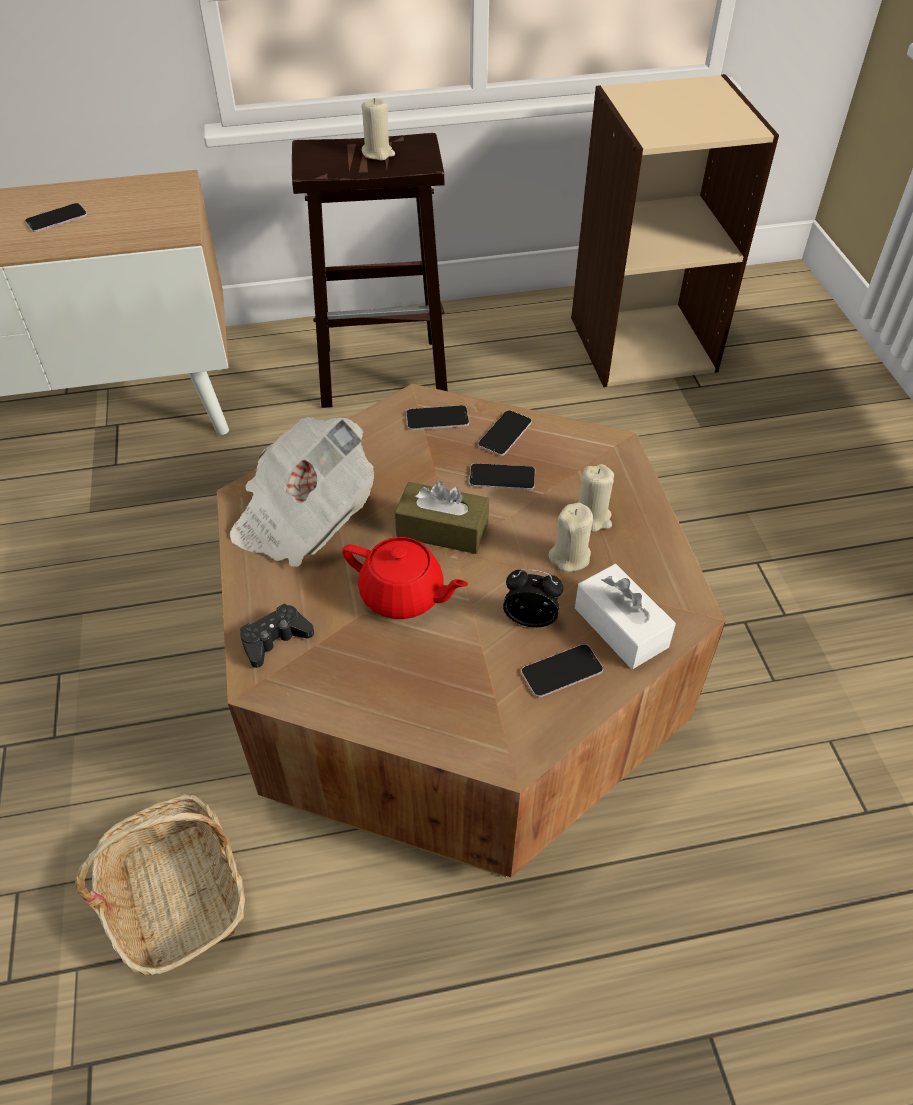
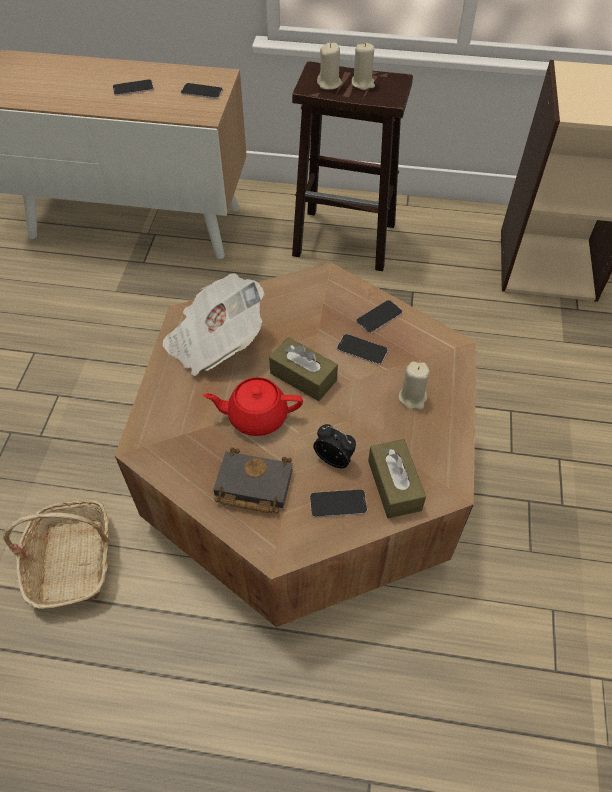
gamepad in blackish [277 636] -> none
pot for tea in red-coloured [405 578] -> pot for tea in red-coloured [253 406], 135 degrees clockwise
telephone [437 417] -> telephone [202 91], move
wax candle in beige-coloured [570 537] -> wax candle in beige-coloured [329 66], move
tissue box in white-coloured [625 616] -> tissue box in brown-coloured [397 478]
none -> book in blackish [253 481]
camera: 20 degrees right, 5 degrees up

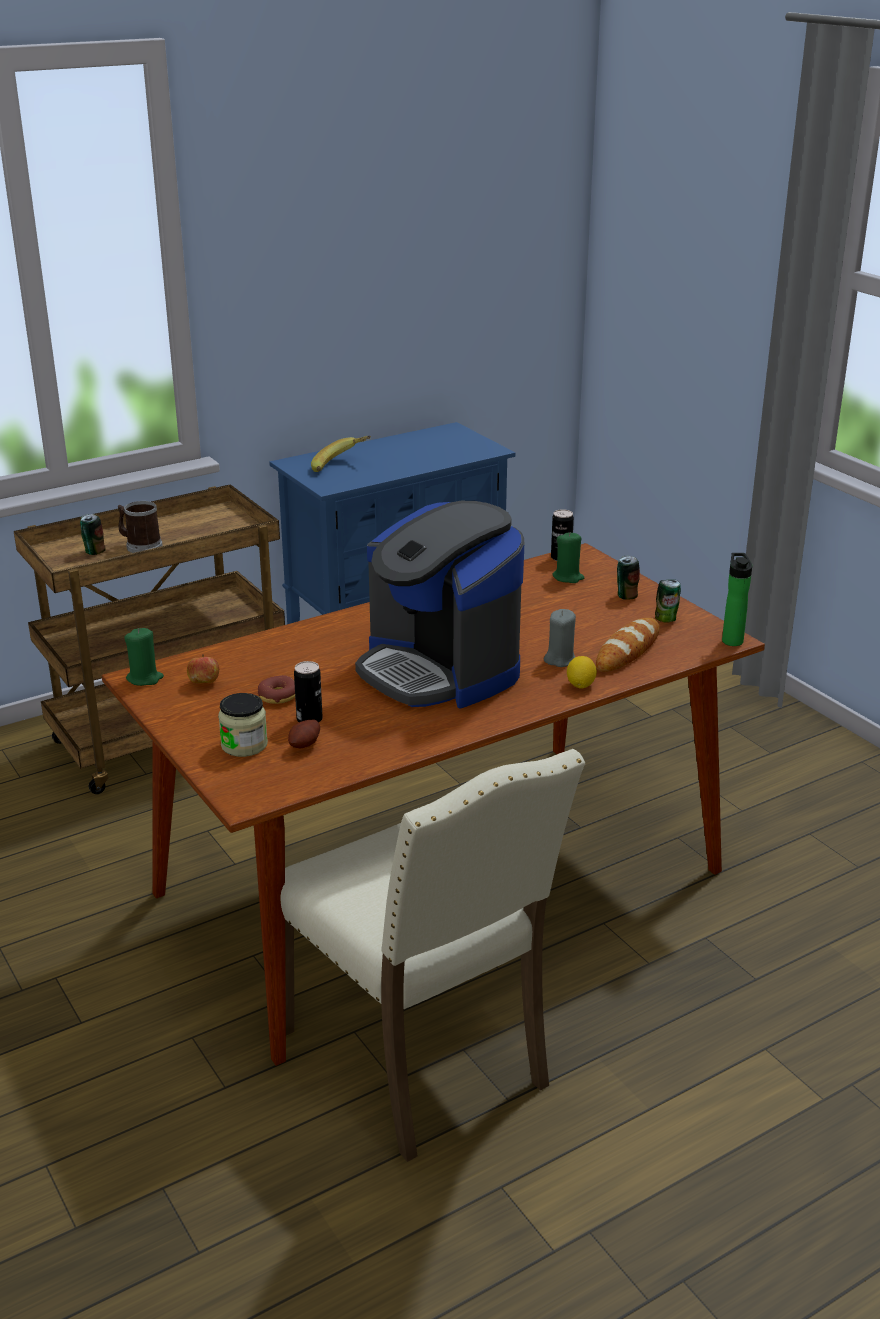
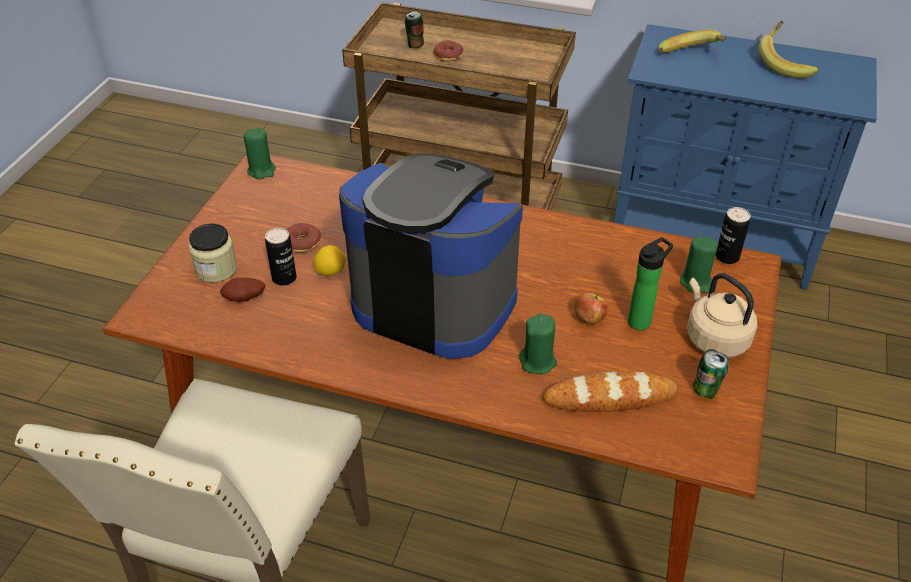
coffee mug [140 527] -> ring doughnut [448 51]
apple [203 668] -> apple [591 308], move
coffee brewer [439 604] -> coffee brewer [431 256], 105 degrees clockwise
wax candle in greyish [560 638] -> wax candle in green [538 344]
citrus fruit [582 672] -> citrus fruit [329 260], move
metal can [628 578] -> water kettle in beige-coloured [722 315]
bottle [737 599] -> bottle [650 283], move
none -> whole banana [788 49]
camera: 50 degrees right, 15 degrees up

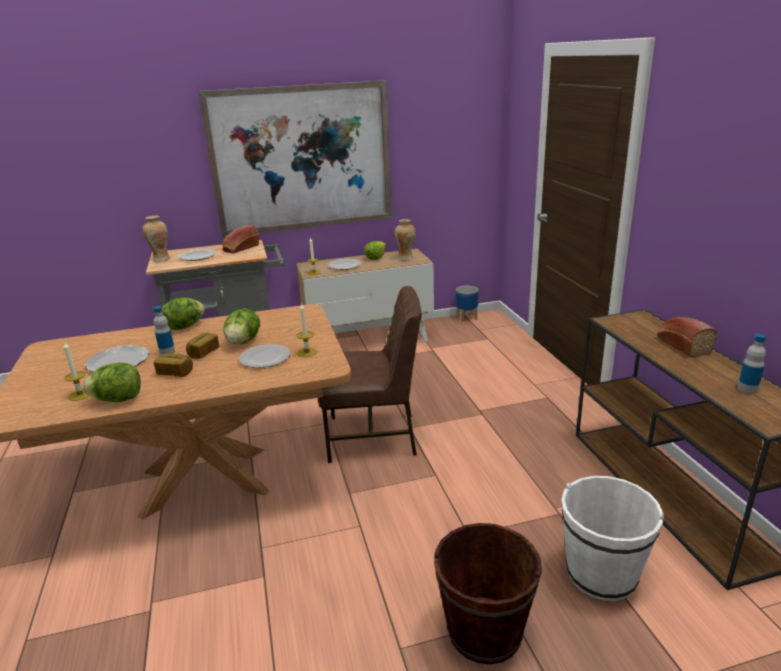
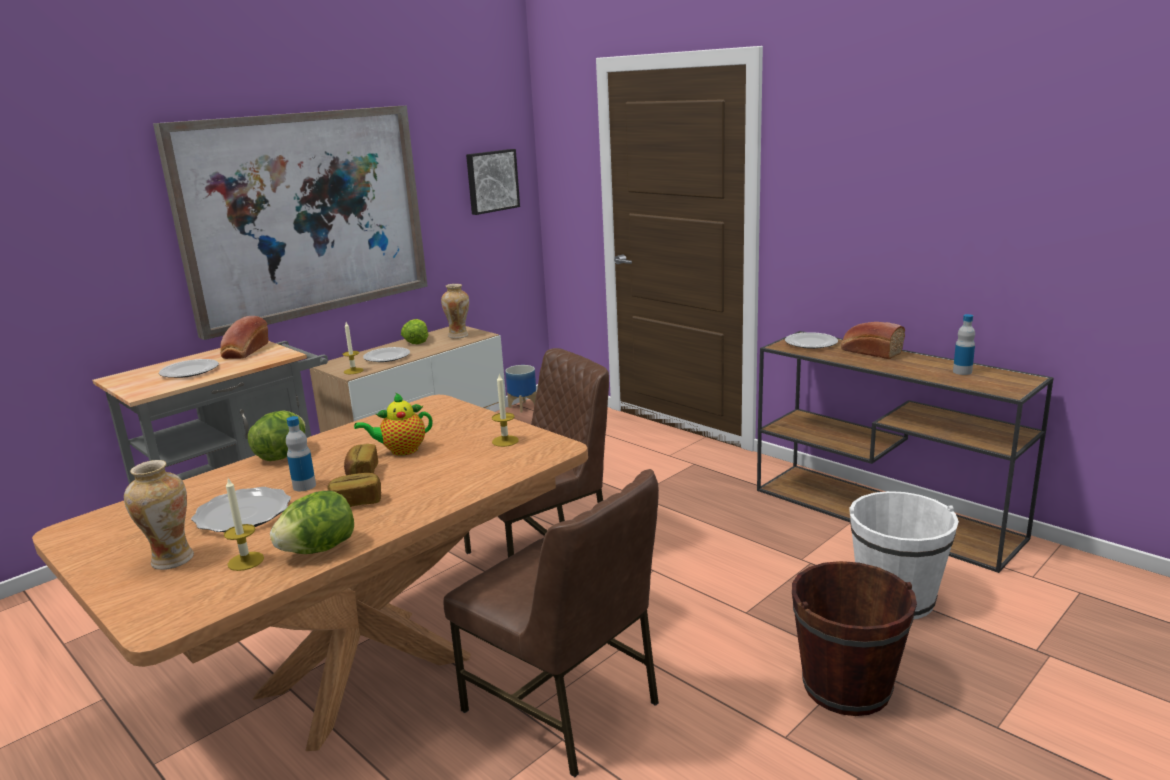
vase [156 239] -> vase [159 515], move
lettuce [241 326] -> pot for tea [393 424]
flat dish [264 356] -> flat dish [811 340], move
none -> chair in brown-coloured [551 623]
none -> wall picture [493 182]
camera: 30 degrees left, 5 degrees down

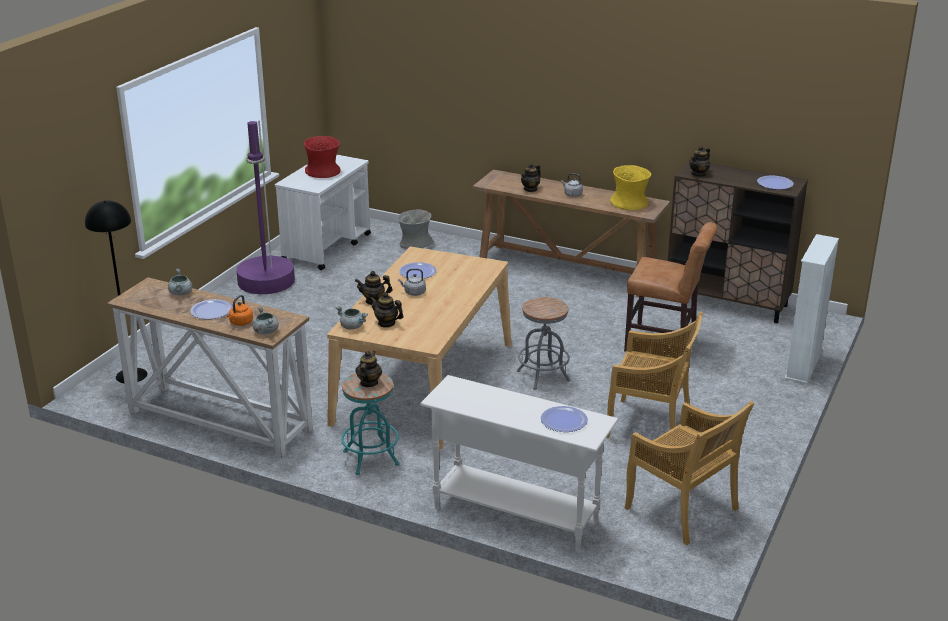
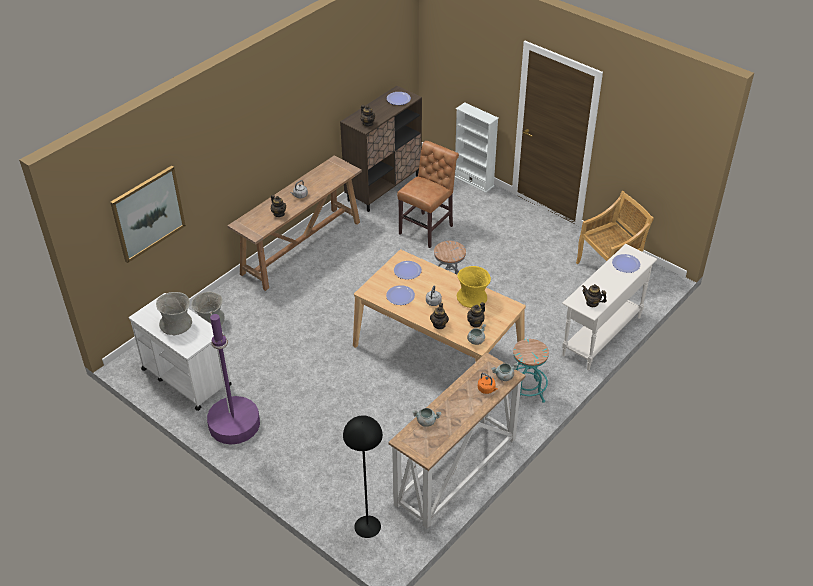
flat dish [211 309] -> flat dish [408 270], move
vase in red-coloured [322 157] -> vase in greyish [174 313]
pot for tea [368 369] -> pot for tea [594 295], move
chair in beige-coloured [654 374] -> none
vase in yellow-coloured [630 187] -> vase in yellow-coloured [474 287], move
none -> wall picture [148 214]
camera: 75 degrees left, 15 degrees up

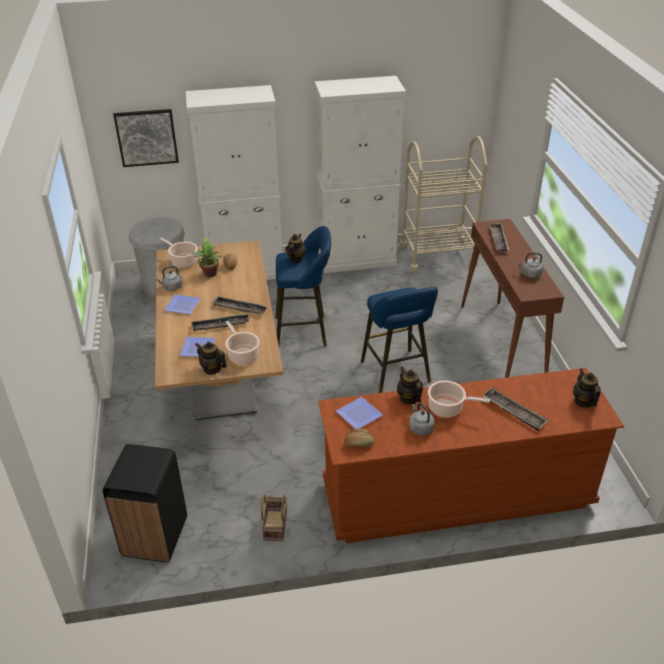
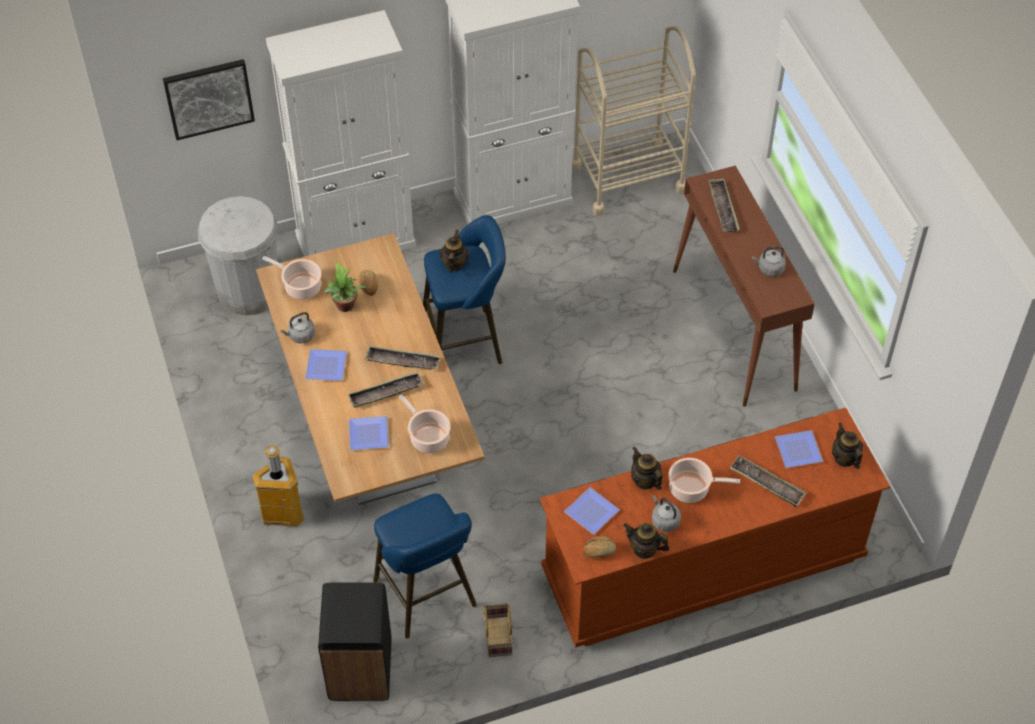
pot for tea [211 358] -> pot for tea [646 541], move
stool seat in blue [399 340] -> stool seat in blue [425 566], move
none -> rubbish bin [278 486]
none -> flat dish [799 449]
camera: 10 degrees left, 15 degrees up

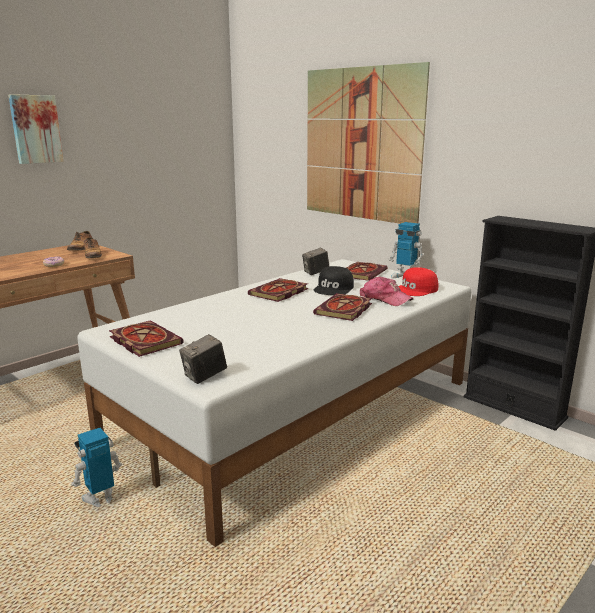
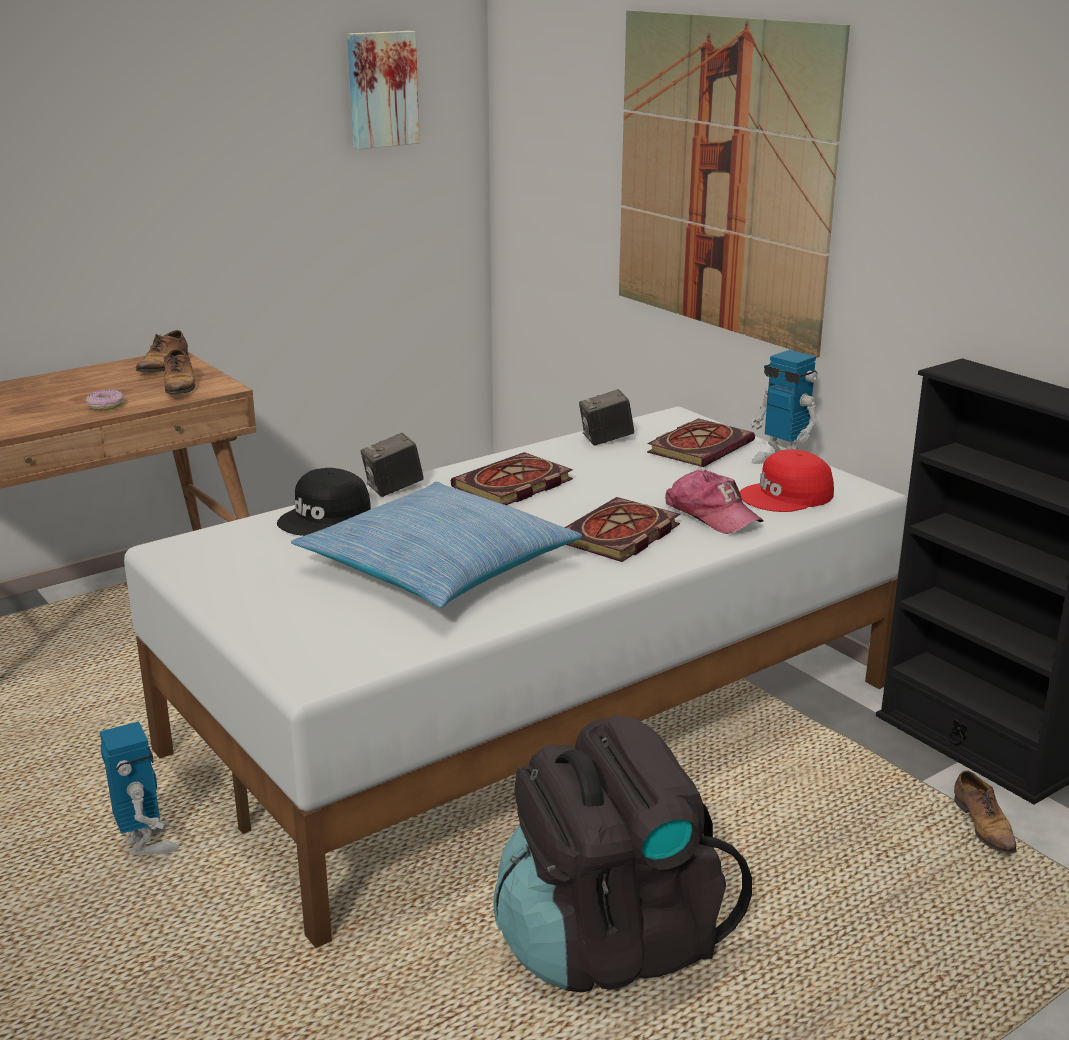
wall picture [36 129] -> wall picture [383 90], move
model robot [96 467] -> model robot [139 788], 90 degrees clockwise
book [146 338] -> none
still camera [203 359] -> still camera [392 465], move
cap in blackish [334 280] -> cap in blackish [324 502], move
none -> pillow [436 545]
none -> backpack in blackish [622 853]
none -> item of footwear [985 812]
camera: 10 degrees right, 5 degrees up

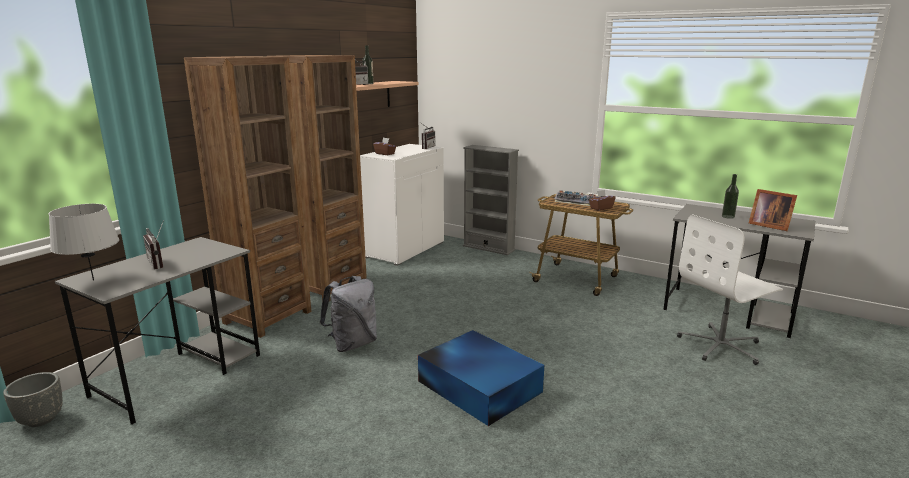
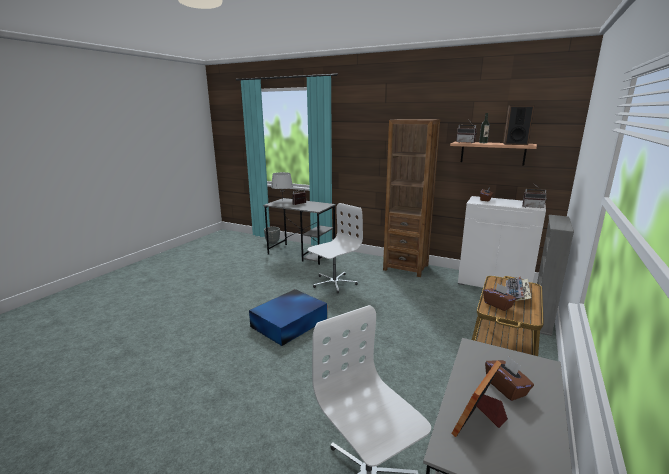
bookcase in brown-coloured [247 197] -> none
backpack in greyish [348 314] -> computer chair in white-coloured [335 248]
bottle [730 196] -> tissue box in brown-coloured [509 378]
none -> audio speaker [518 125]
camera: 85 degrees right, 0 degrees up

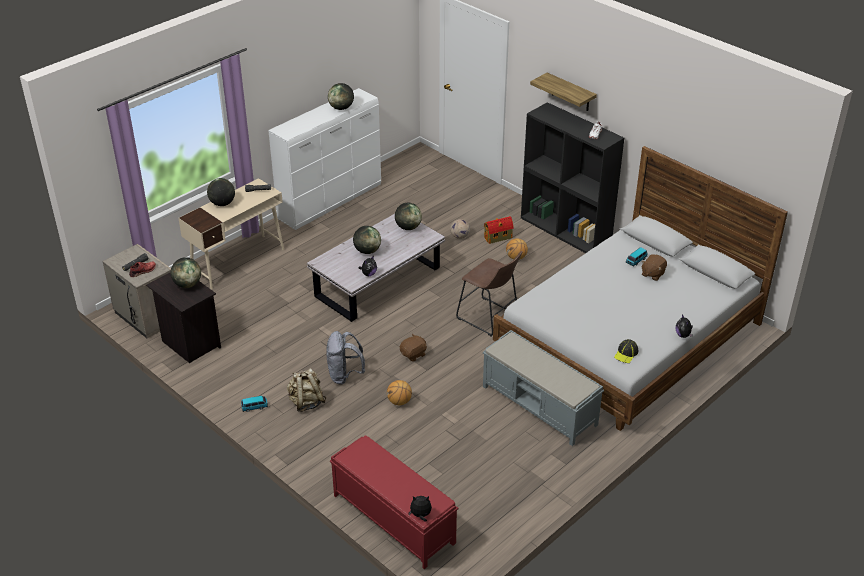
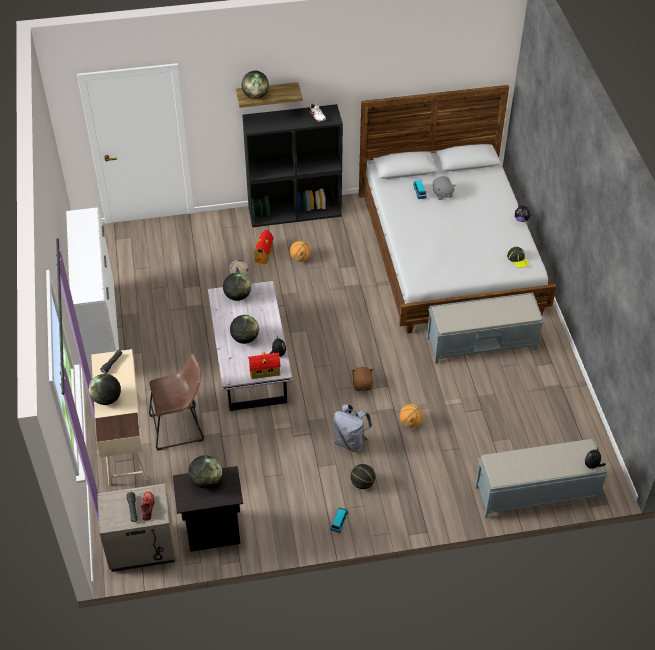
backpack in beige-coloured [306 390] -> basketball [363 476]
globe [341 96] -> globe [255 85], move
long seat in red-coloured [394 502] -> long seat in greyish [541 479]
stool seat in brown-coloured [489 294] -> stool seat in brown-coloured [176 402], move
cuddly toy in brown-coloured [654 267] -> cuddly toy in greyish [444 188]
none -> model house [264 365]
camera: 55 degrees left, 10 degrees up

